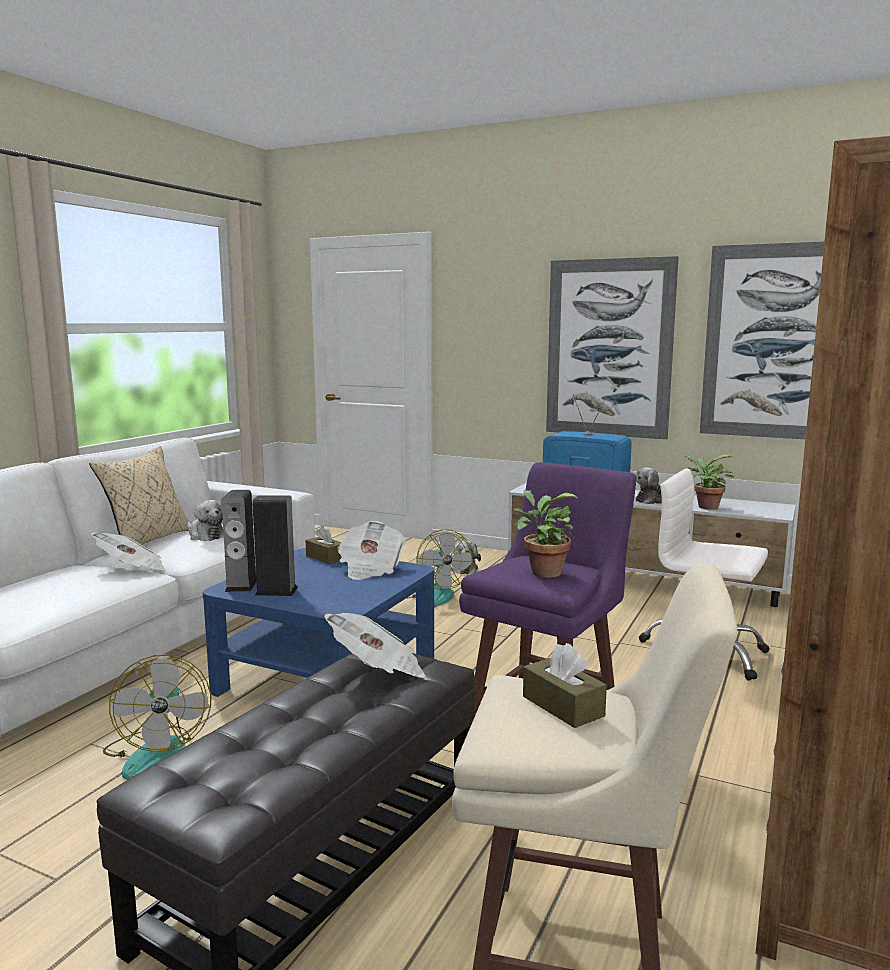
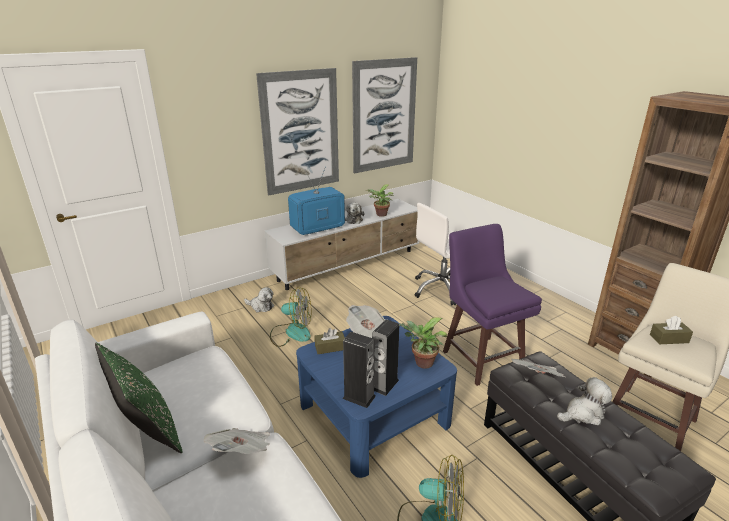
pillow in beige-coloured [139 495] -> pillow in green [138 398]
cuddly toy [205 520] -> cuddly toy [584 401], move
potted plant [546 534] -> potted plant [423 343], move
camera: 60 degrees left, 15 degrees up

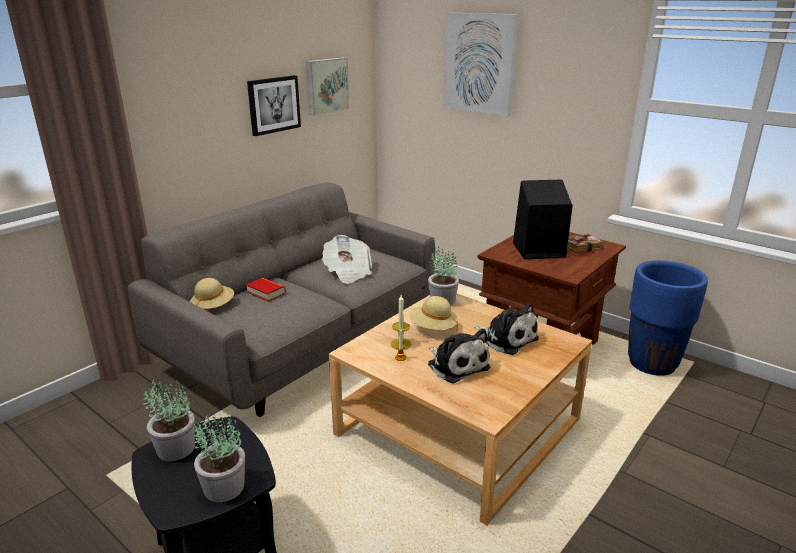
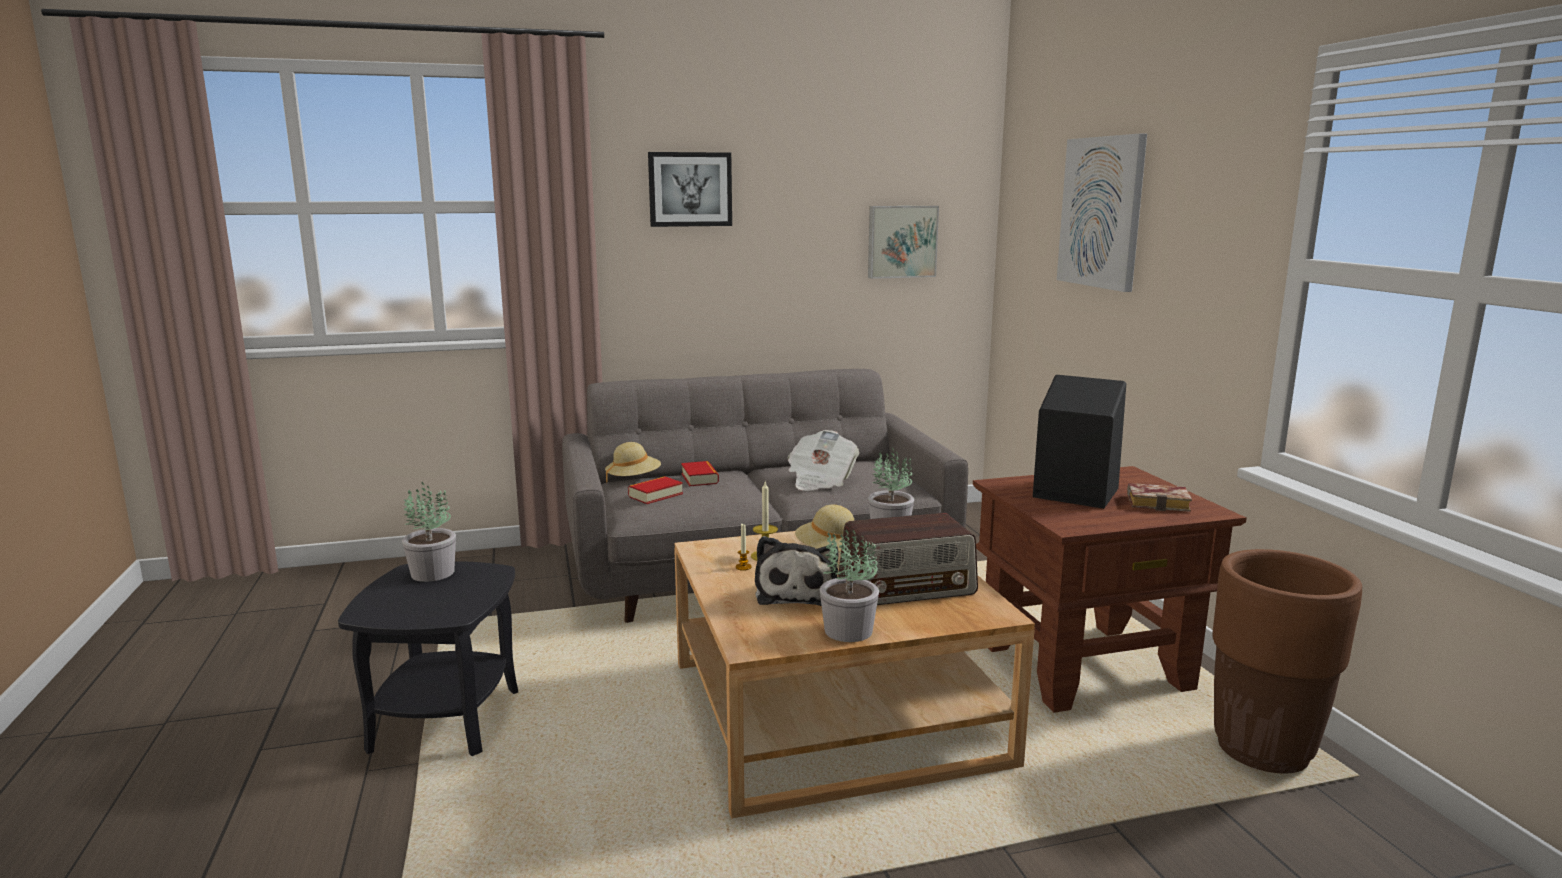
potted plant [219 457] -> potted plant [849 586], move
wall picture [274 105] -> wall picture [690 189], move
cuddly toy [506 329] -> radio set [908 559]
flower pot in blue [668 318] -> flower pot in brown-coloured [1287 661]
none -> book [655 490]
camera: 35 degrees right, 10 degrees down

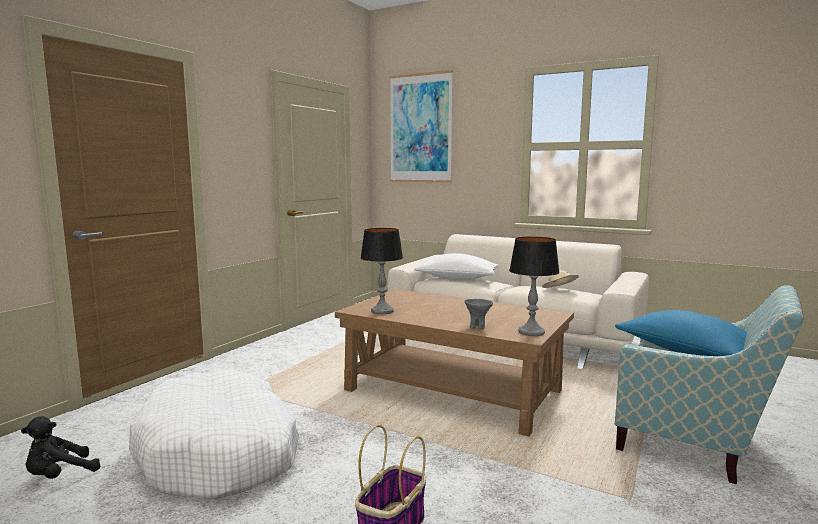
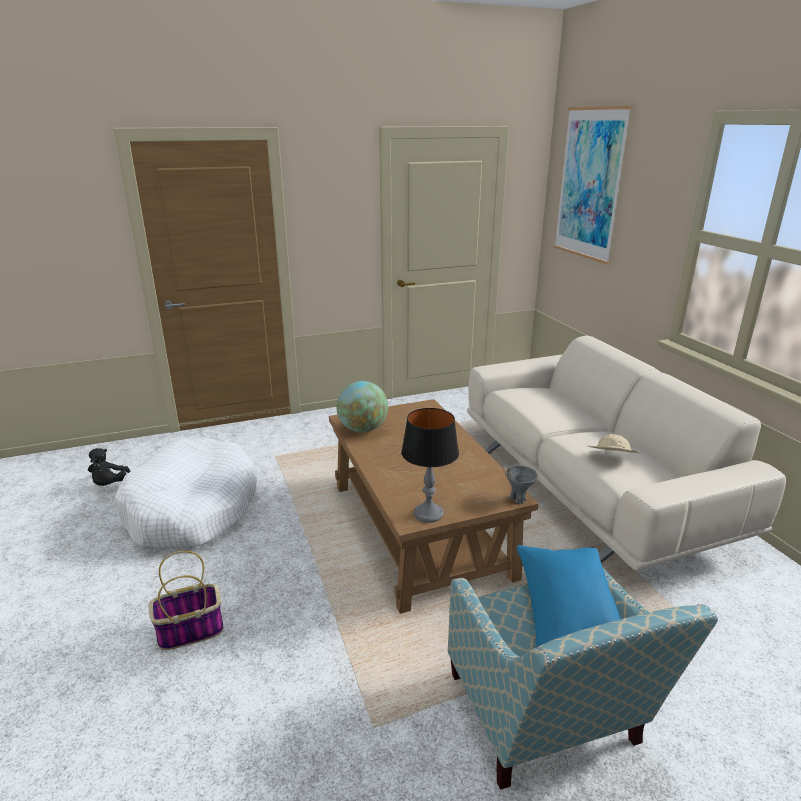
cuddly toy in blackish [60 447] -> cuddly toy in blackish [109 467], 90 degrees counterclockwise
lamp for a table [382 271] -> globe [362 407]
pillow in white-coloured [456 266] -> none
deep dish in greyish [478 314] -> deep dish in greyish [521 484], move
camera: 40 degrees right, 15 degrees up

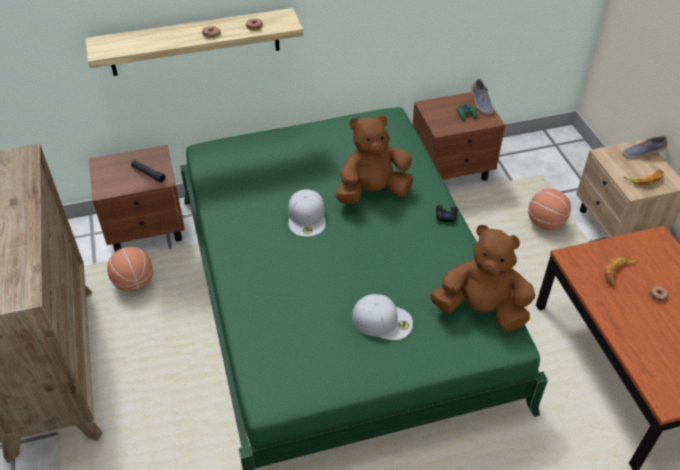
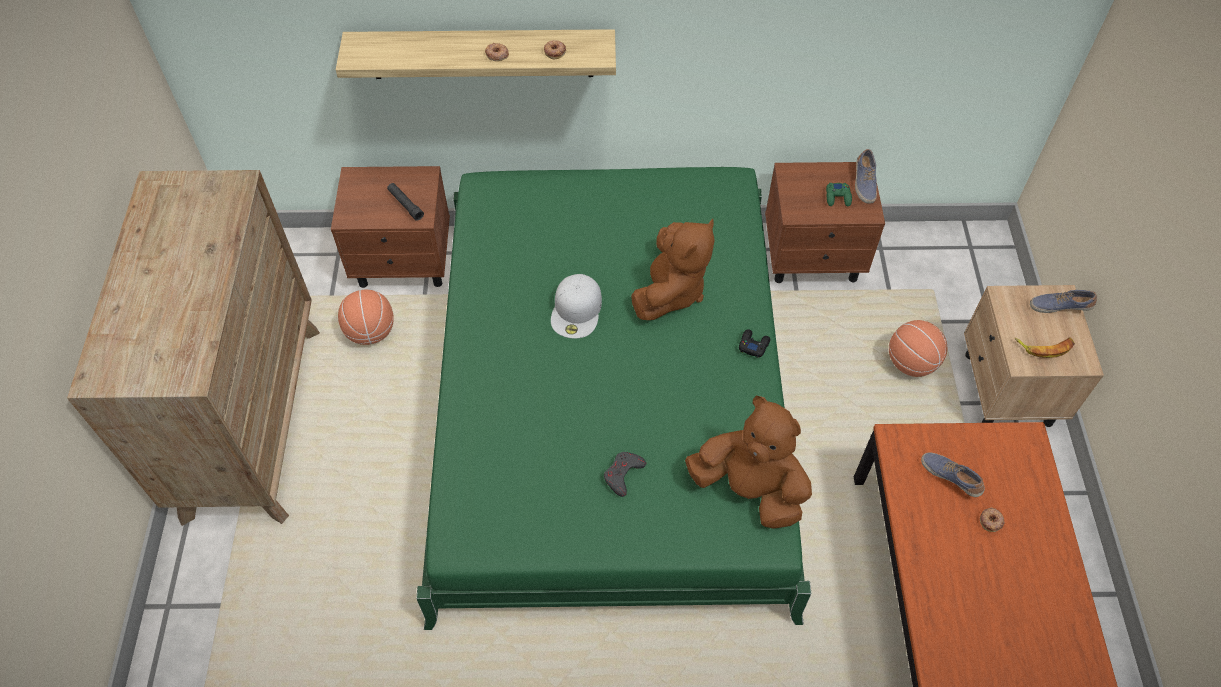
cuddly toy in brown-coloured [374 159] -> cuddly toy in brown-coloured [673 269], 120 degrees clockwise
cap in white-coloured [382 317] -> gamepad in greyish [625 474]
whole banana [621 271] -> item of footwear [953 474]
camera: 15 degrees right, 10 degrees up

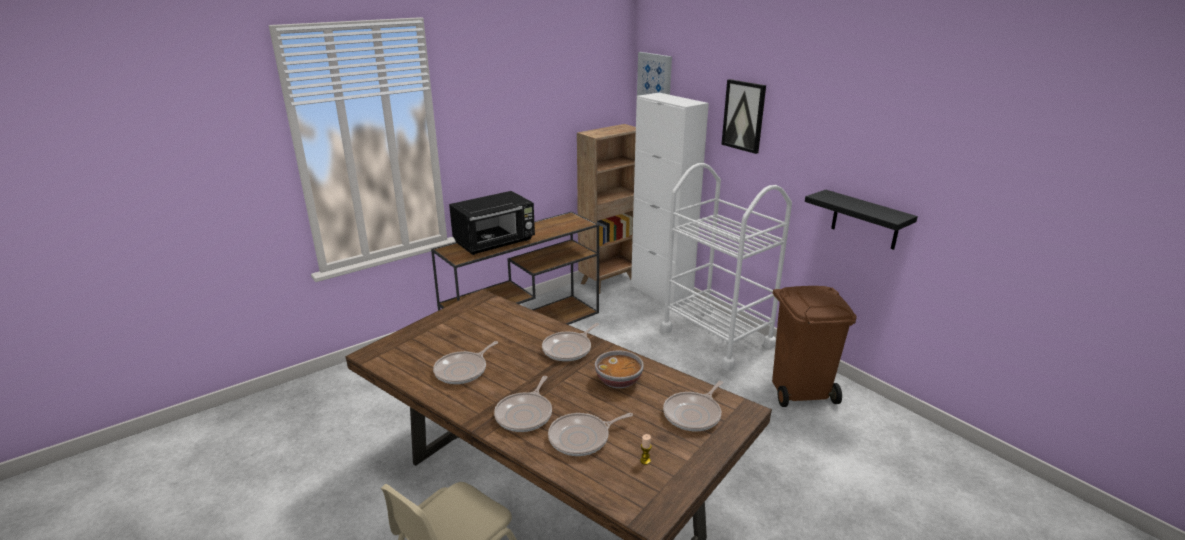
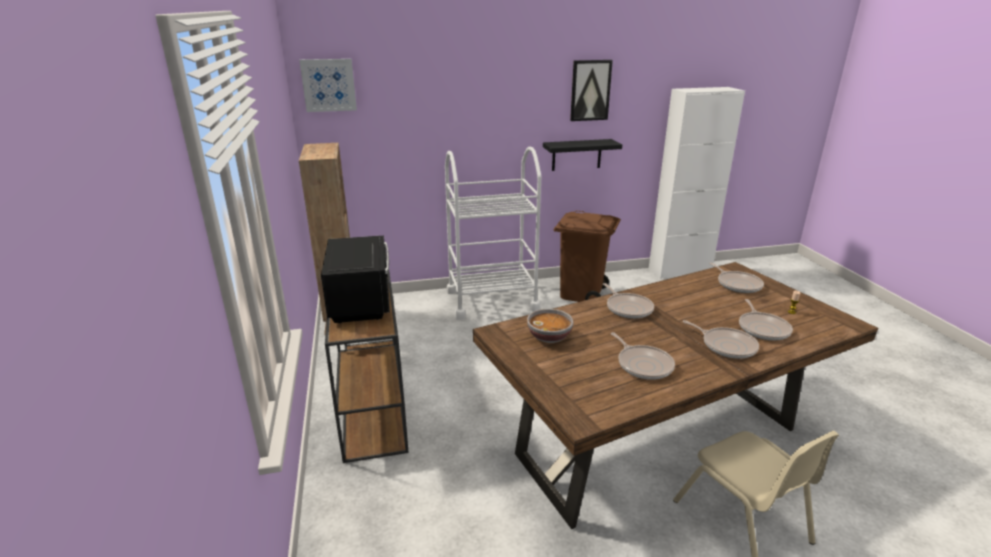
deep dish [619 369] -> deep dish [550 326], move
storage cabinet in white-coloured [670 200] -> storage cabinet in white-coloured [697 183], move
wall picture [743 116] -> wall picture [591 90], move
camera: 65 degrees left, 0 degrees up

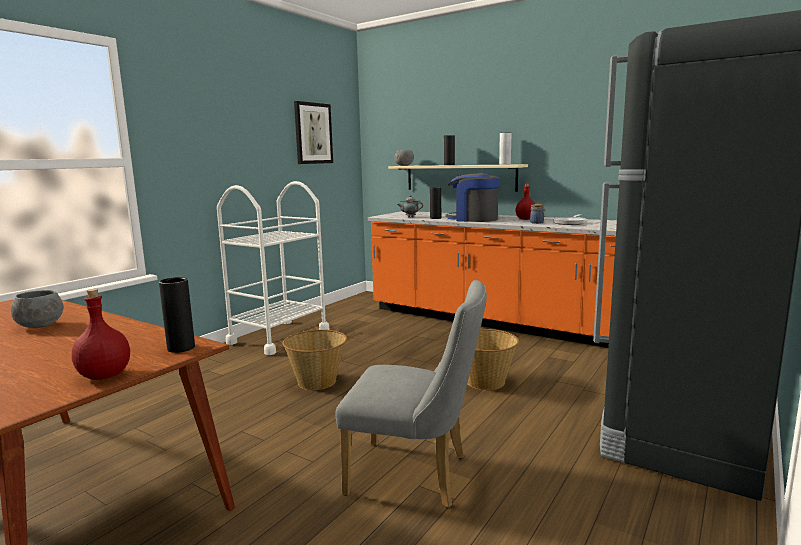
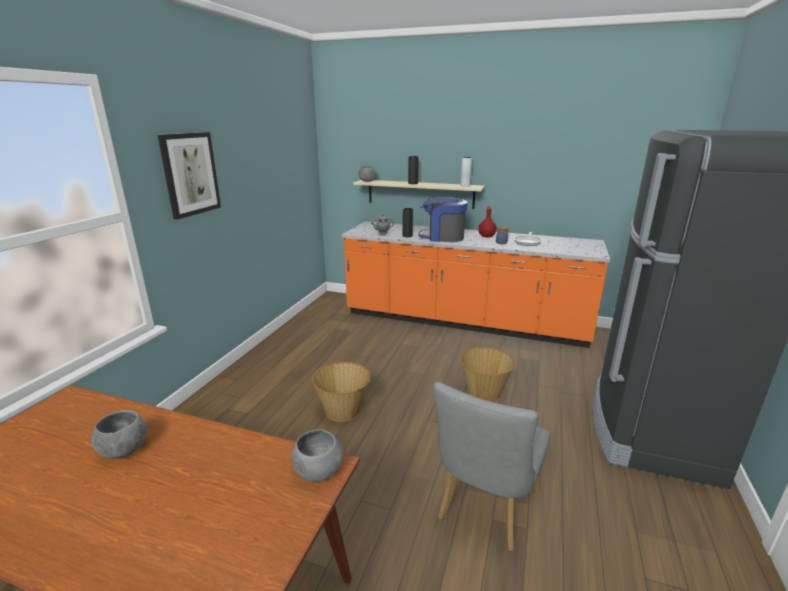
bottle in red-coloured [101 334] -> none
vase in blackish [177 315] -> deep dish in greyish [317 455]
trolley in white-coloured [273 268] -> none
wall picture [313 132] -> wall picture [189 176], move
chair in greyish [411 394] -> chair in greyish [492 466], 120 degrees clockwise
camera: 15 degrees left, 10 degrees up

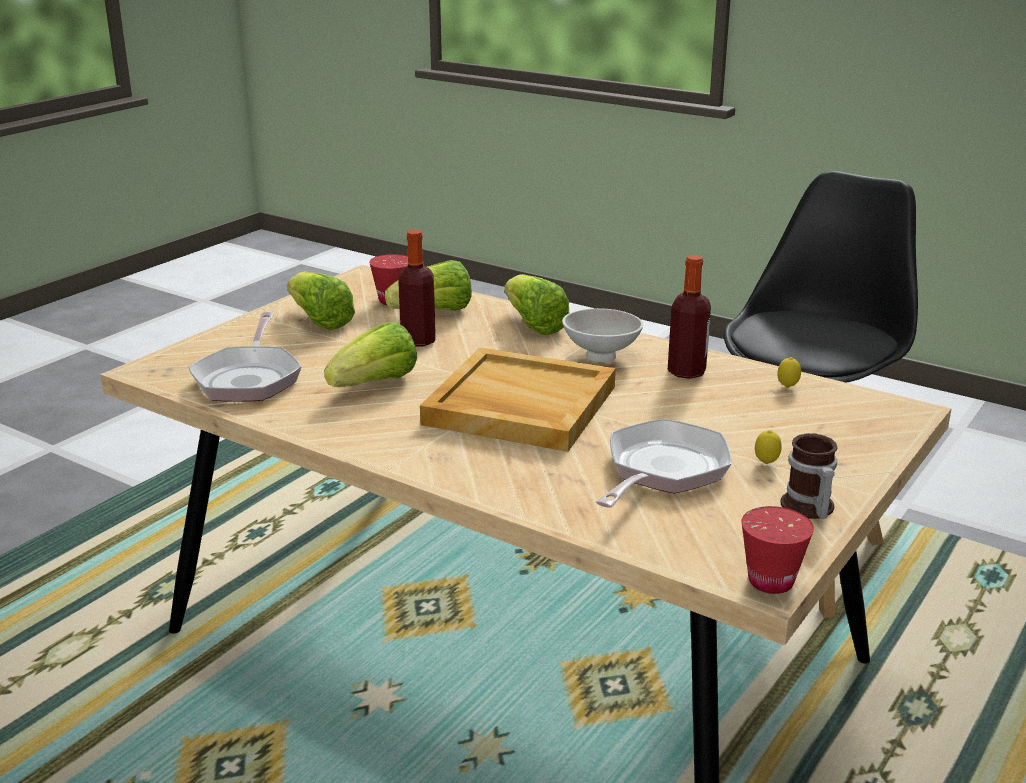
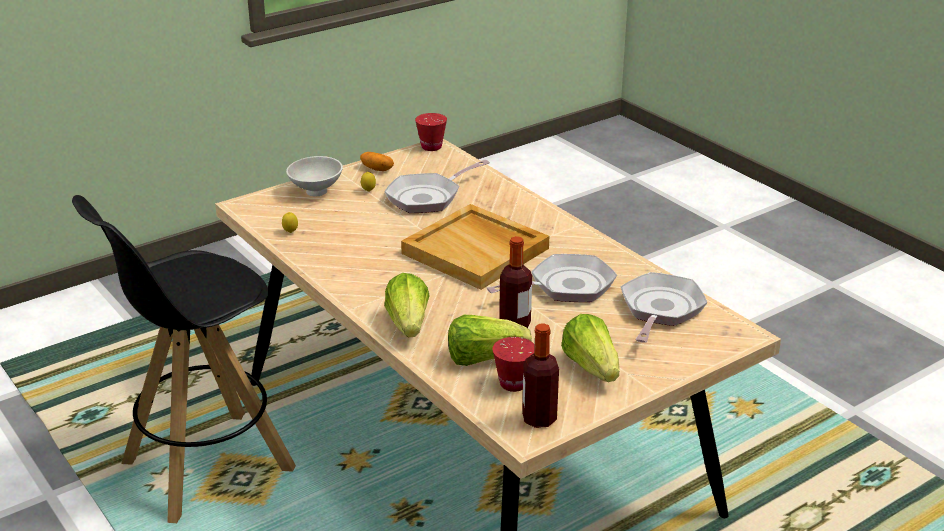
lettuce [370 354] -> pan [552 278]
deep dish in white-coloured [602 335] -> deep dish in white-coloured [314 176], move
bottle [689 317] -> bottle [540 375], move
coffee mug [809 476] -> whole potato [377 161]
camera: 160 degrees left, 5 degrees up

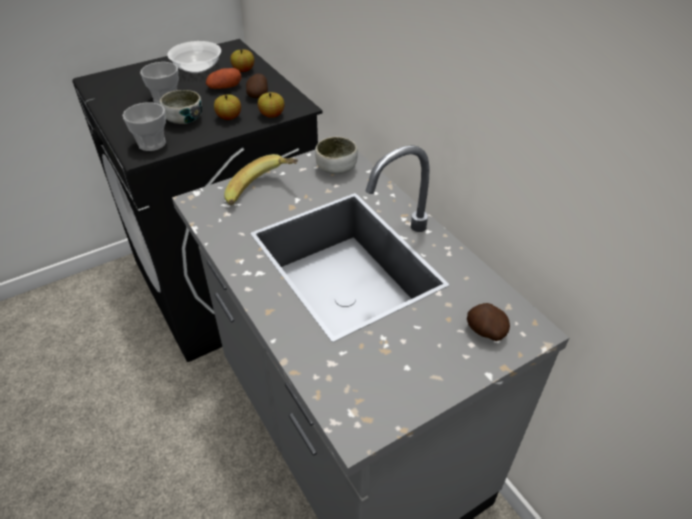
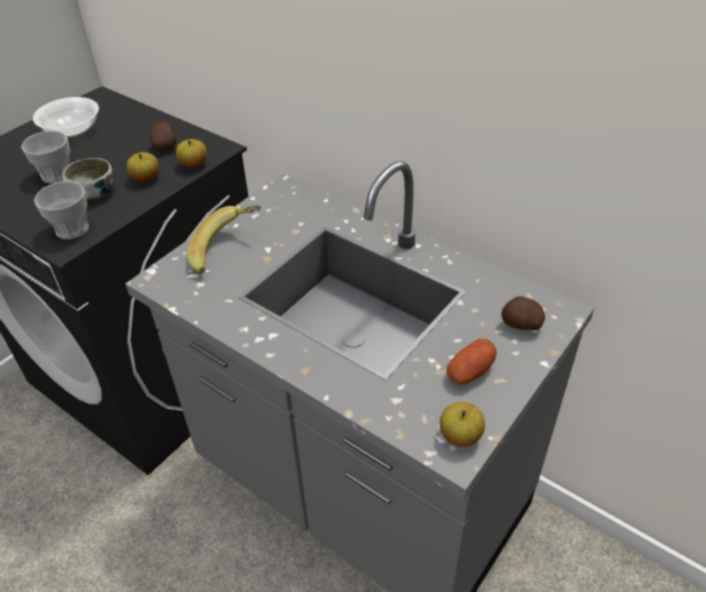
whole potato [223 78] -> whole potato [472 362], move
apple [242 60] -> apple [462 424], move
deep dish [336 155] -> none
camera: 20 degrees left, 0 degrees up

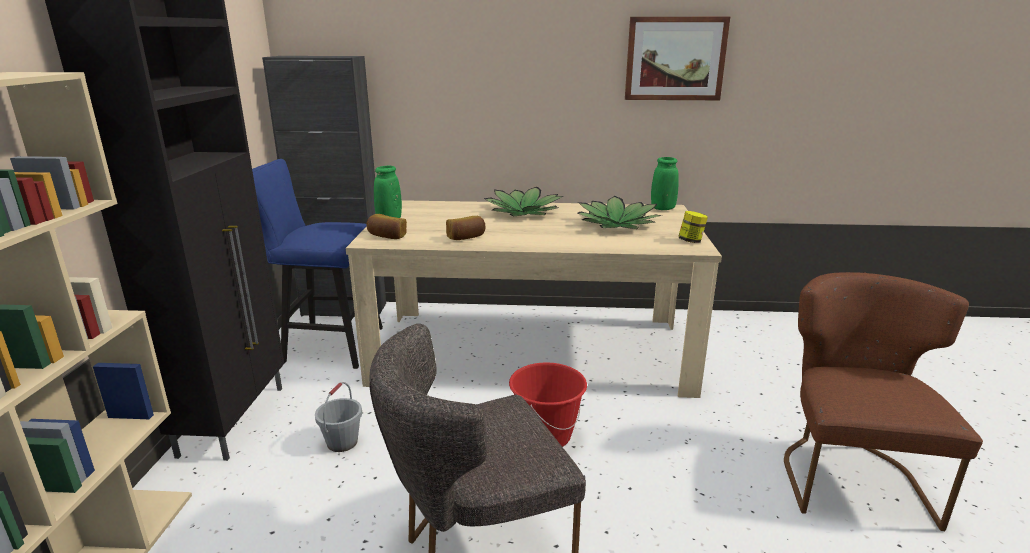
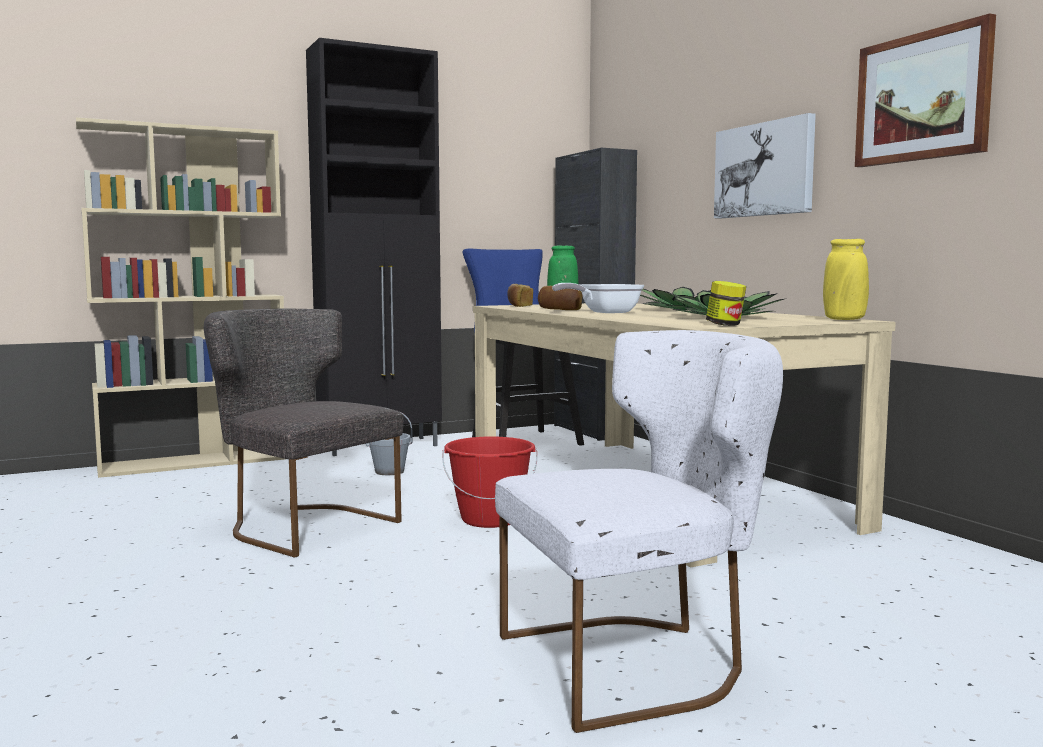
vase in green [665 183] -> vase in yellow-coloured [846 279]
chair in brown-coloured [883 401] -> chair in white-coloured [639 531]
none -> pan [598 298]
none -> wall picture [765 166]
camera: 60 degrees right, 15 degrees down

